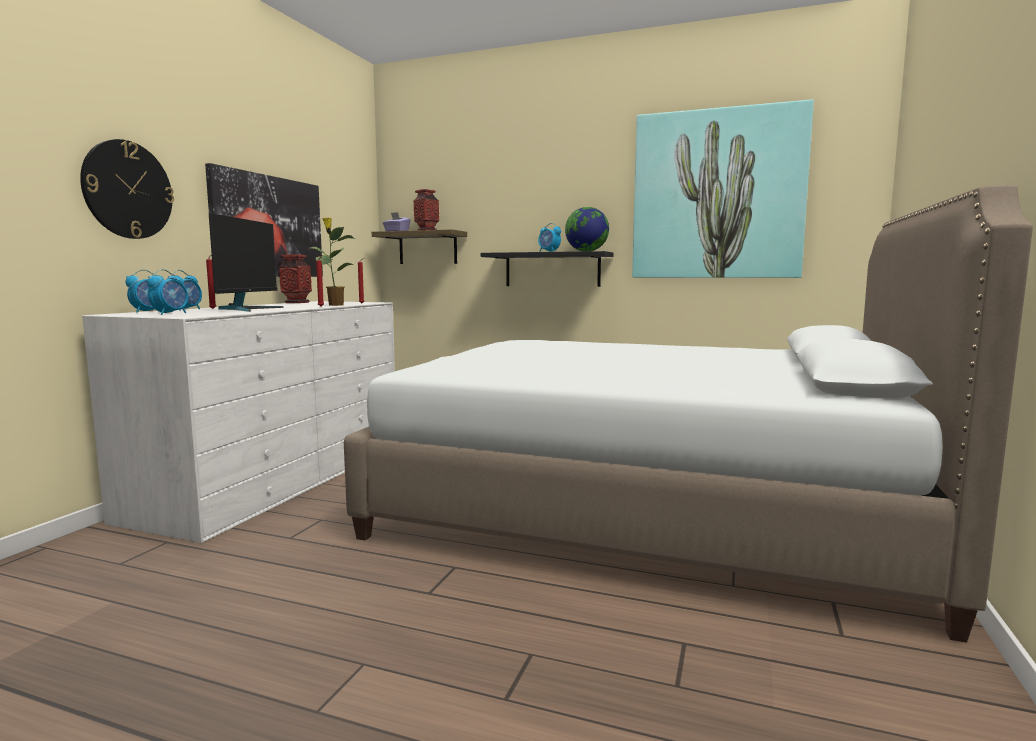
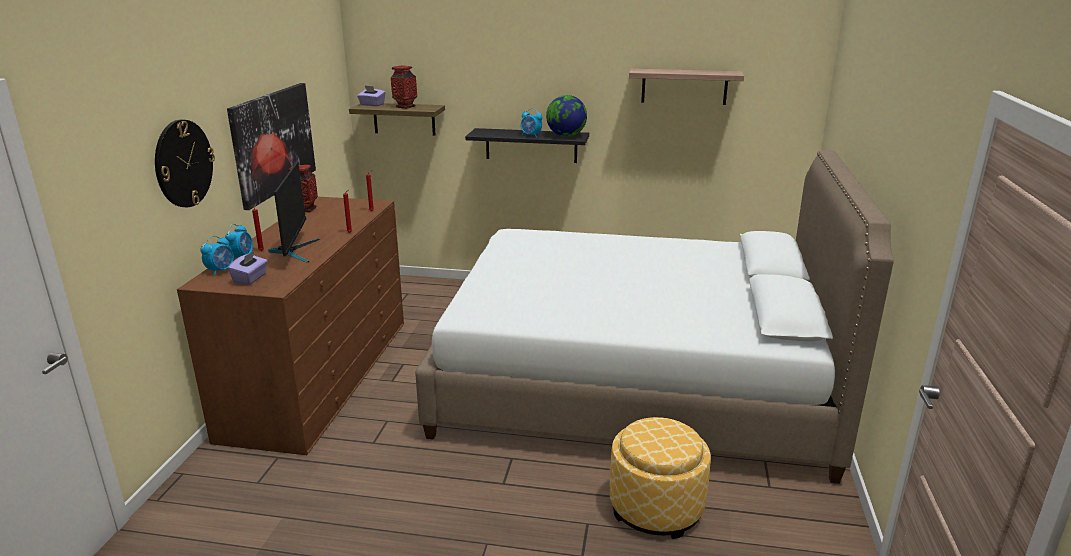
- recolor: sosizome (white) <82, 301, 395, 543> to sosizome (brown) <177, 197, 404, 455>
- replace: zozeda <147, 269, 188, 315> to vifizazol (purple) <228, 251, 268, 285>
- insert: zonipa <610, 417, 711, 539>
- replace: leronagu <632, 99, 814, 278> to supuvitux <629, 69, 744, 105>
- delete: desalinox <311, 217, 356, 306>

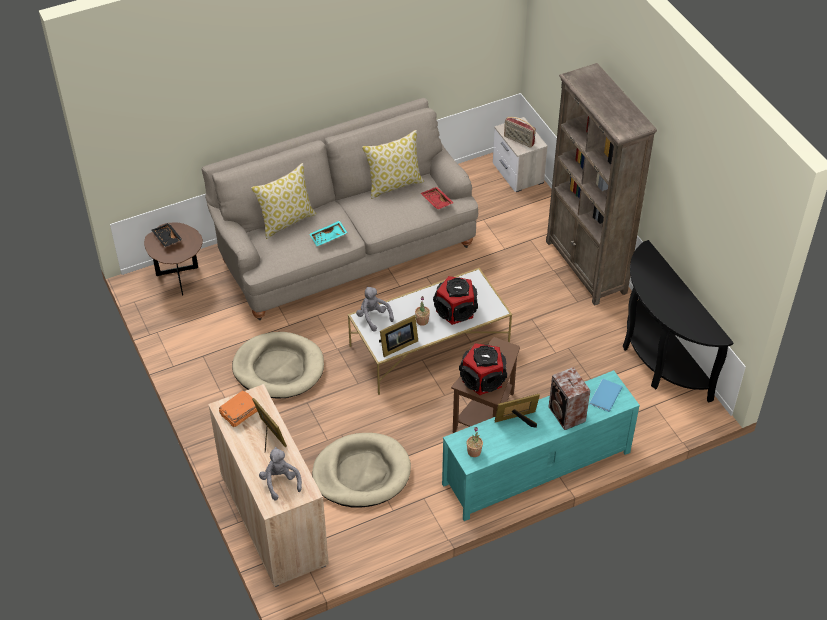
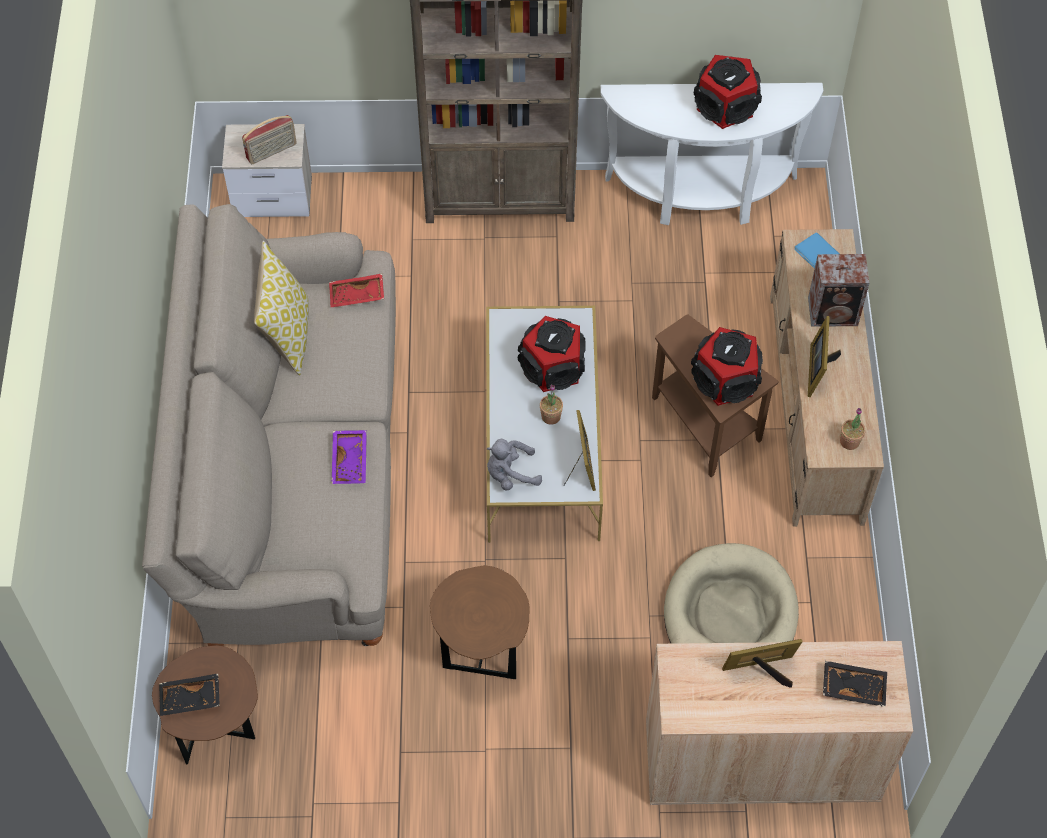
- recolor: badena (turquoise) <309, 221, 347, 246> to badena (purple) <332, 430, 367, 484>
- replace: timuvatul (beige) <232, 332, 324, 398> to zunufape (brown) <430, 565, 529, 679>
- recolor: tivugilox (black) <623, 240, 734, 403> to tivugilox (white) <600, 83, 823, 225>
- insert: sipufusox <694, 55, 762, 129>
- recolor: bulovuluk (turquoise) <442, 370, 640, 521> to bulovuluk (beige) <770, 229, 884, 526>
- replace: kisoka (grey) <259, 447, 302, 501> to badena (black) <823, 661, 887, 707>
- delete: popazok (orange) <219, 390, 257, 427>
- delete: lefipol <251, 163, 316, 239>

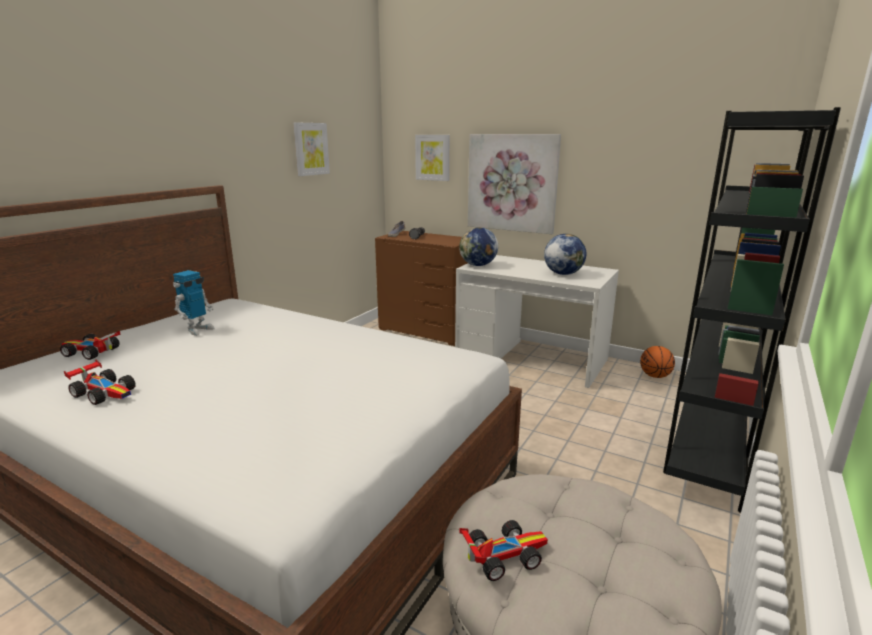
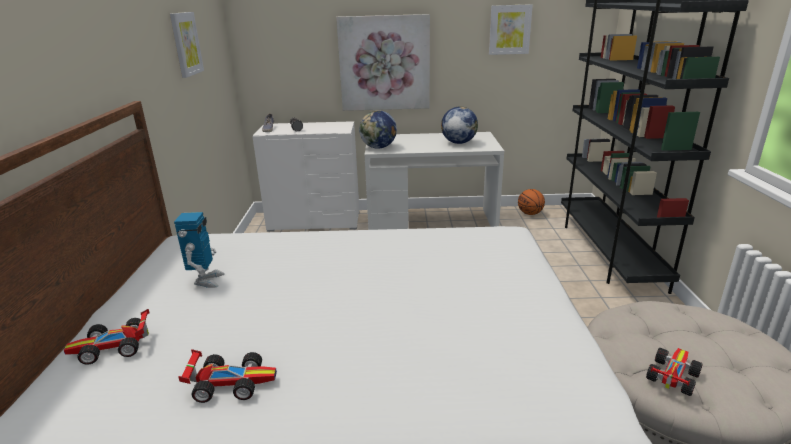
- recolor: sosizome (brown) <375, 231, 468, 346> to sosizome (white) <252, 121, 359, 232>
- move: leronagu <415, 135, 450, 181> to <489, 4, 533, 55>

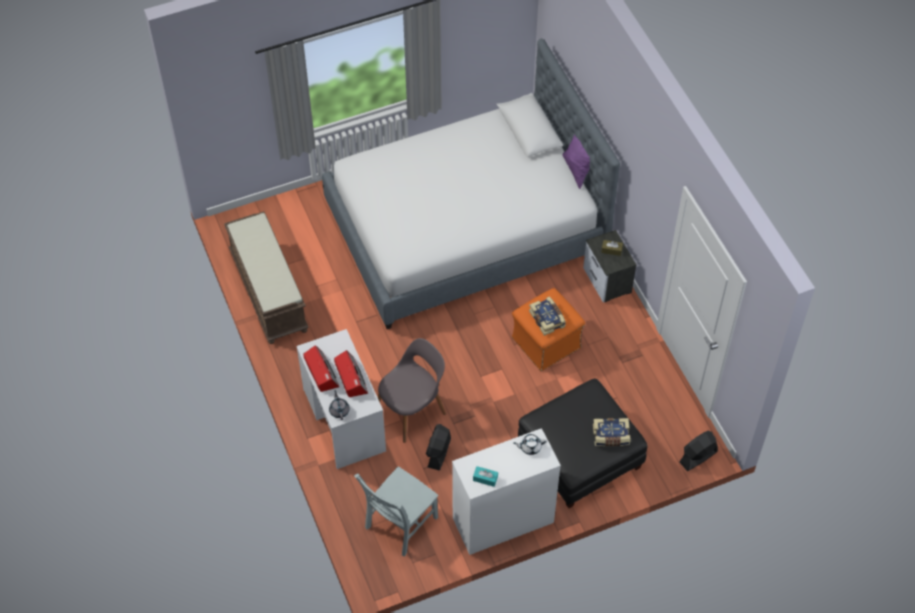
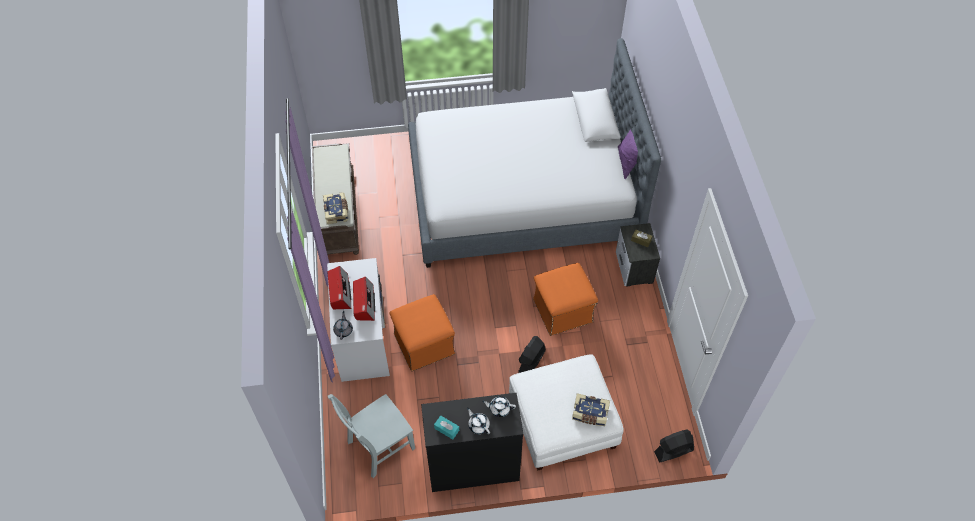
- move: popazok <529, 296, 566, 336> to <323, 192, 348, 224>
- replace: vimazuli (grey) <378, 338, 446, 443> to zonipa (orange) <389, 294, 455, 371>
- recolor: sosizome (white) <452, 428, 561, 555> to sosizome (black) <421, 393, 524, 492>
- insert: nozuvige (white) <467, 407, 490, 434>
- recolor: zonipa (black) <518, 378, 648, 508> to zonipa (white) <509, 354, 624, 471>
- move: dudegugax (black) <426, 424, 451, 471> to <518, 336, 546, 373>

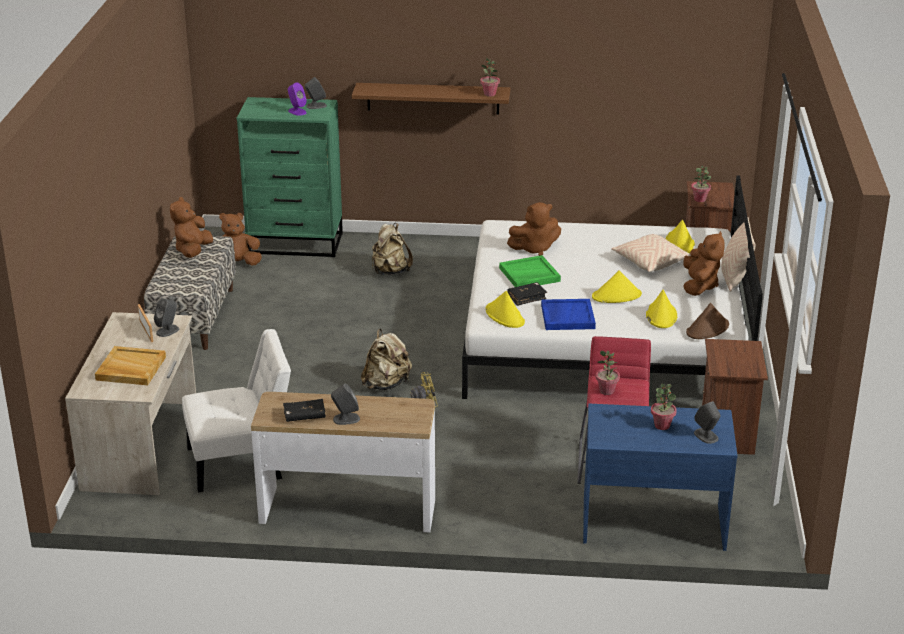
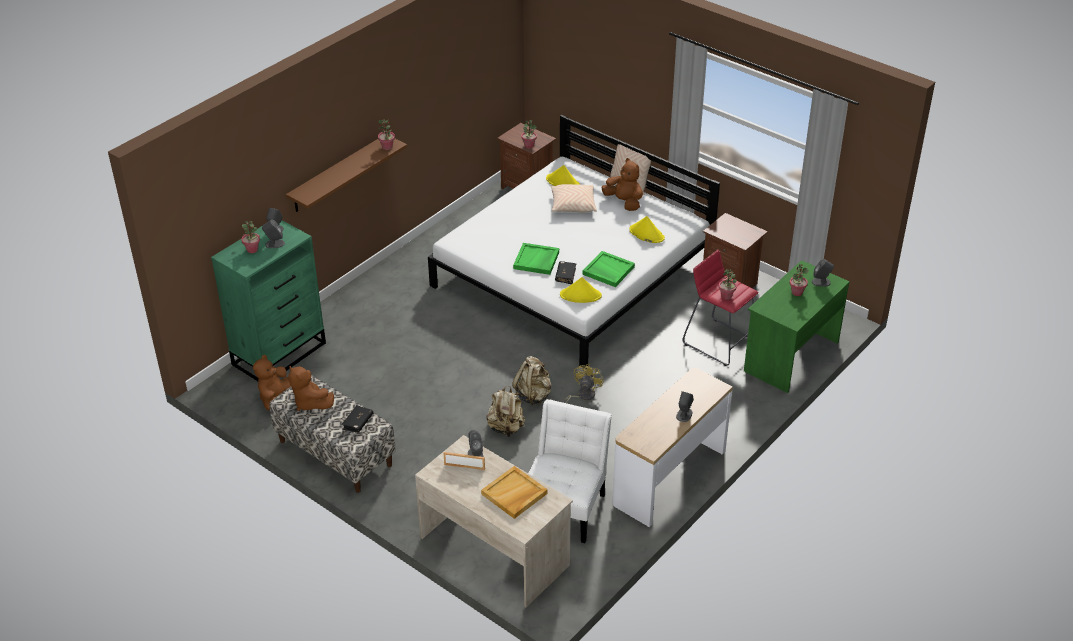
- insert: desalinox <241, 221, 260, 253>
- recolor: sipufusox (purple) <288, 83, 307, 116> to sipufusox (grey) <262, 219, 285, 248>
- move: popazok (black) <283, 399, 326, 422> to <341, 405, 373, 433>
- move: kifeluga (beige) <372, 223, 413, 275> to <487, 386, 525, 437>
- recolor: badena (blue) <541, 299, 596, 330> to badena (green) <582, 251, 635, 287>
- recolor: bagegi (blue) <583, 404, 738, 551> to bagegi (green) <744, 260, 850, 393>
- delete: kisoka (brown) <507, 202, 561, 256>
- delete: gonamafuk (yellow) <592, 270, 642, 303>
- delete: gonamafuk (brown) <686, 303, 729, 339>

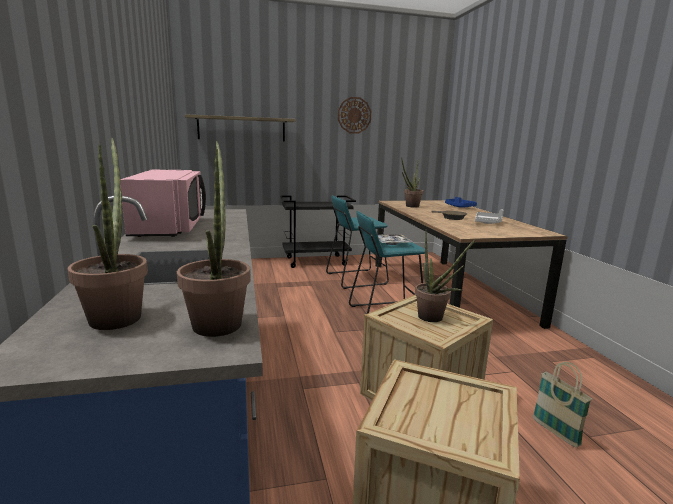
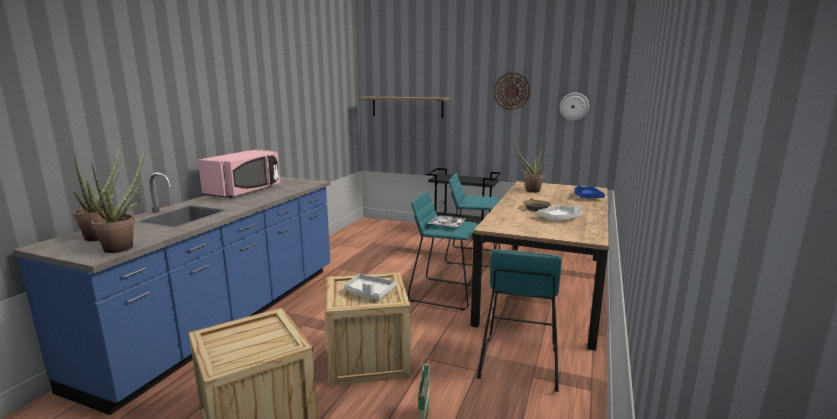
- replace: desalinox <415, 233, 476, 322> to badena (grey) <345, 274, 396, 300>
- insert: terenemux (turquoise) <477, 249, 562, 392>
- insert: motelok <560, 92, 589, 121>

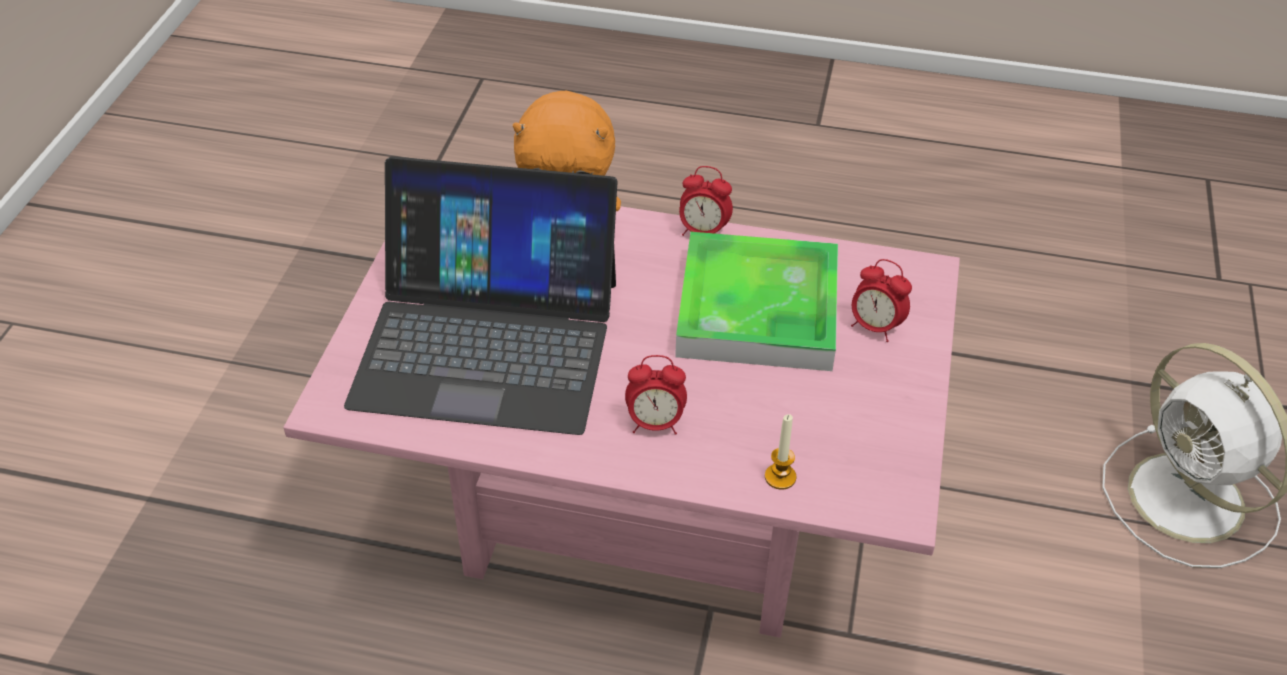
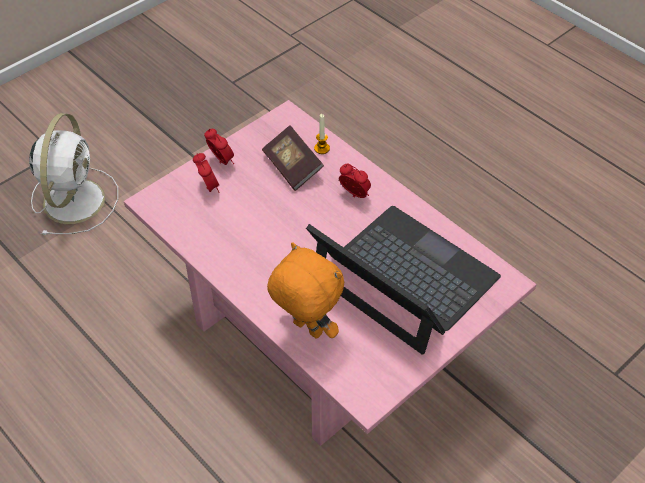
- move: zozeda <679, 166, 733, 236> to <204, 129, 234, 165>
- insert: popazok <262, 126, 324, 191>
- delete: badena <675, 232, 838, 371>

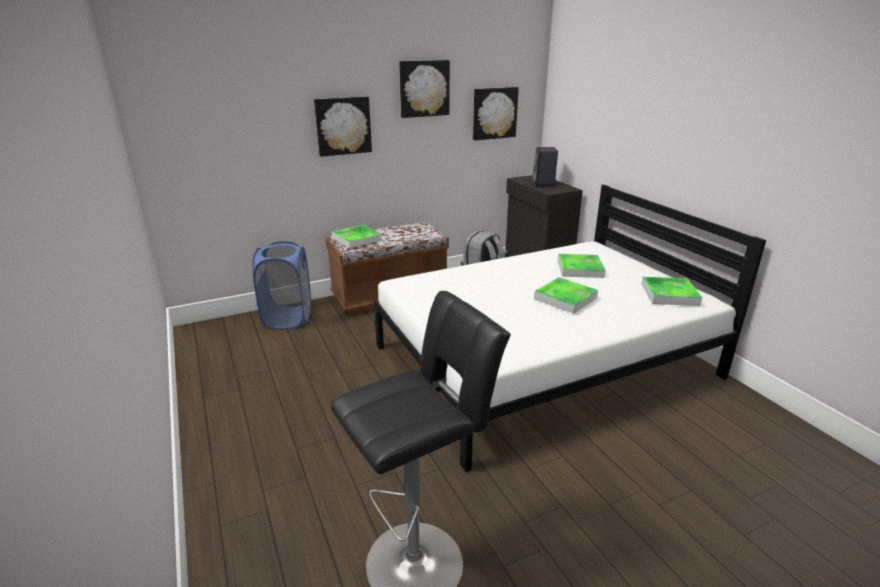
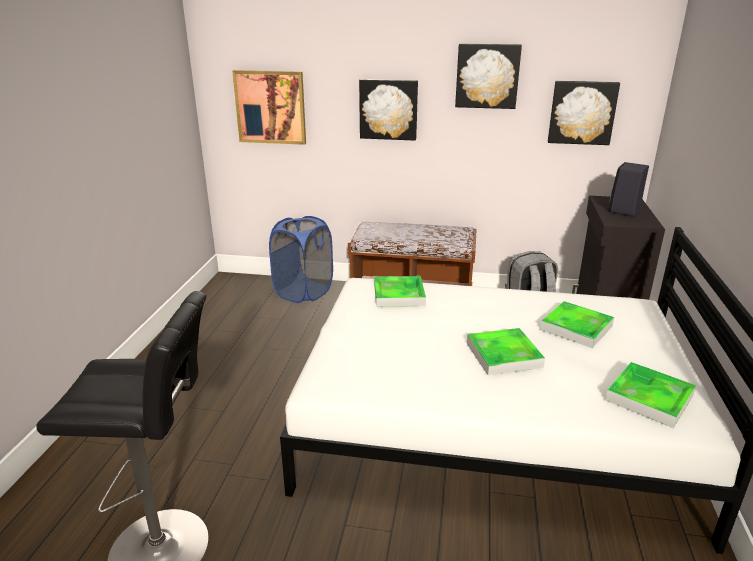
- insert: leronagu <232, 70, 306, 145>
- move: badena <332, 225, 382, 249> to <374, 276, 426, 307>

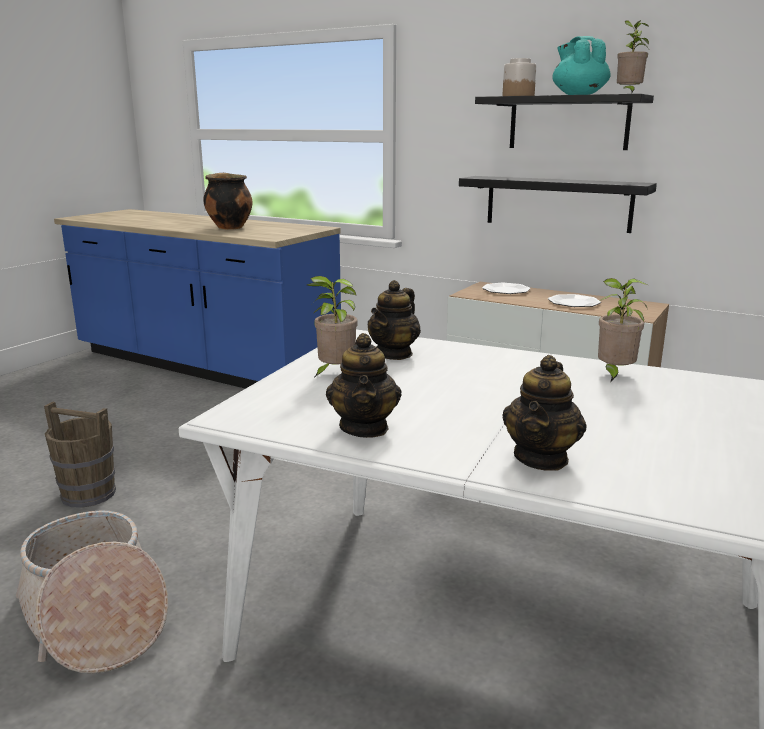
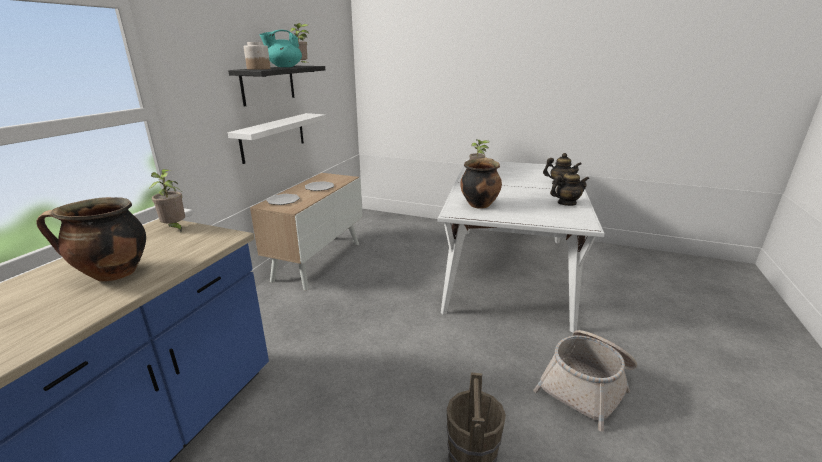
- move: desalinox <307, 276, 358, 378> to <149, 169, 185, 232>
- recolor: supuvitux (black) <459, 176, 657, 233> to supuvitux (white) <228, 113, 326, 164>
- replace: nozuvige <368, 280, 421, 360> to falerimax <460, 157, 502, 208>

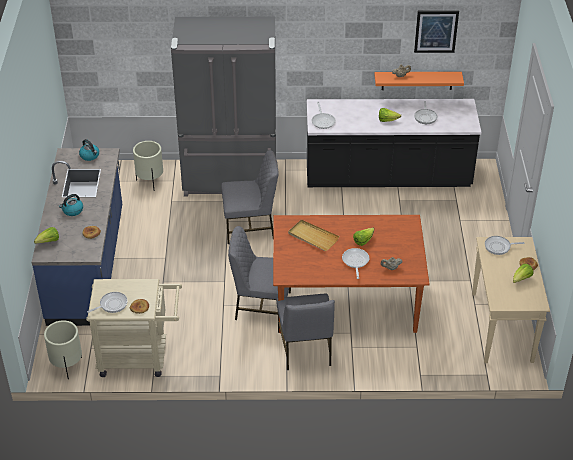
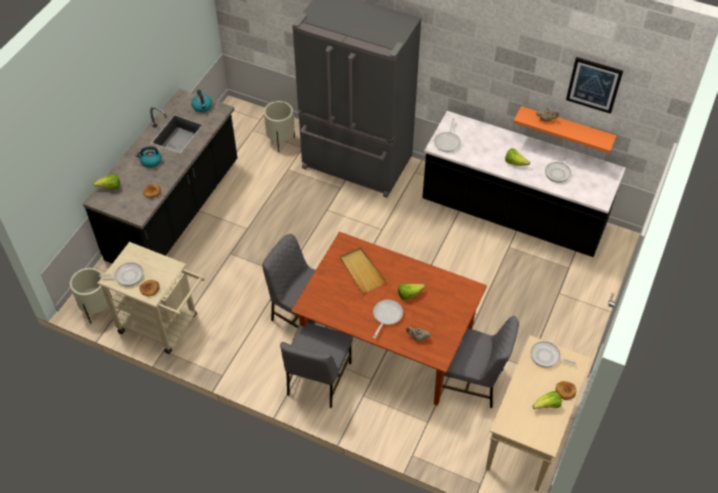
- recolor: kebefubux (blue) <32, 148, 122, 326> to kebefubux (black) <83, 89, 237, 263>
- move: vimazuli (grey) <221, 150, 279, 244> to <442, 316, 519, 408>

